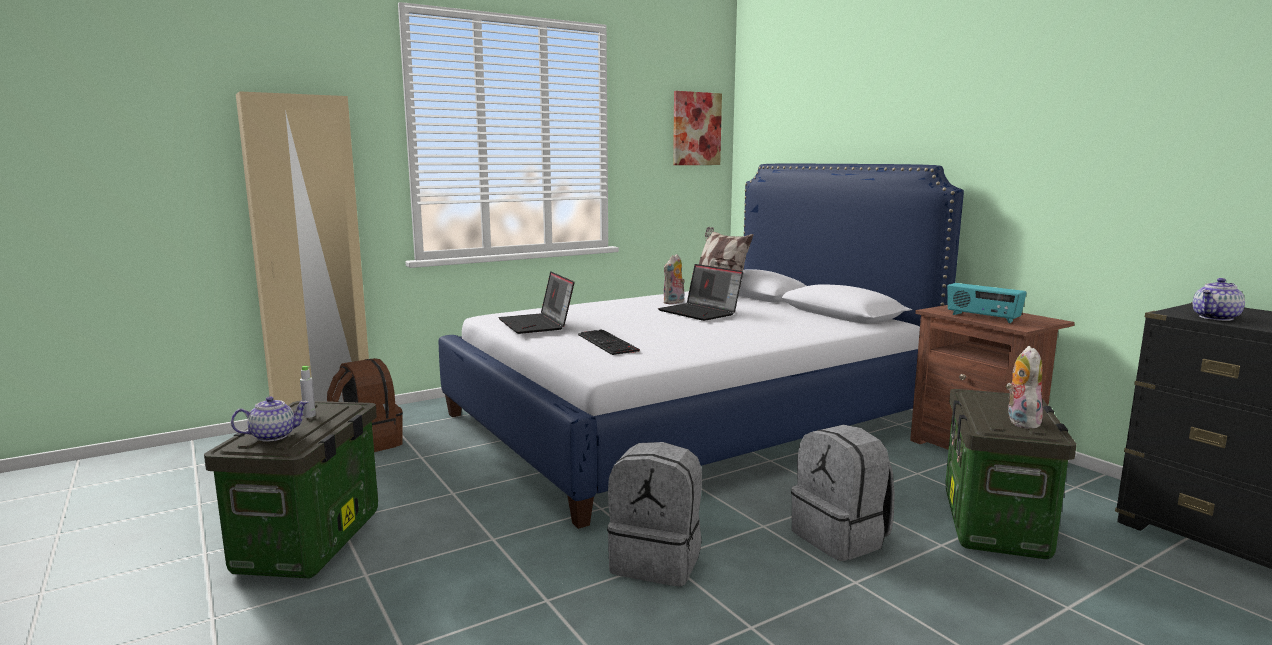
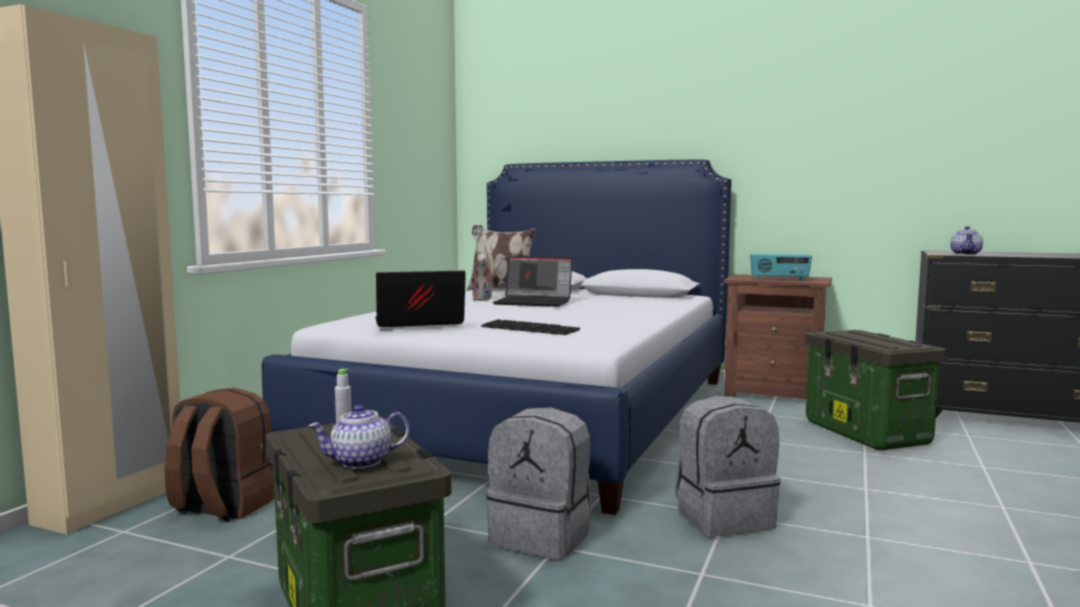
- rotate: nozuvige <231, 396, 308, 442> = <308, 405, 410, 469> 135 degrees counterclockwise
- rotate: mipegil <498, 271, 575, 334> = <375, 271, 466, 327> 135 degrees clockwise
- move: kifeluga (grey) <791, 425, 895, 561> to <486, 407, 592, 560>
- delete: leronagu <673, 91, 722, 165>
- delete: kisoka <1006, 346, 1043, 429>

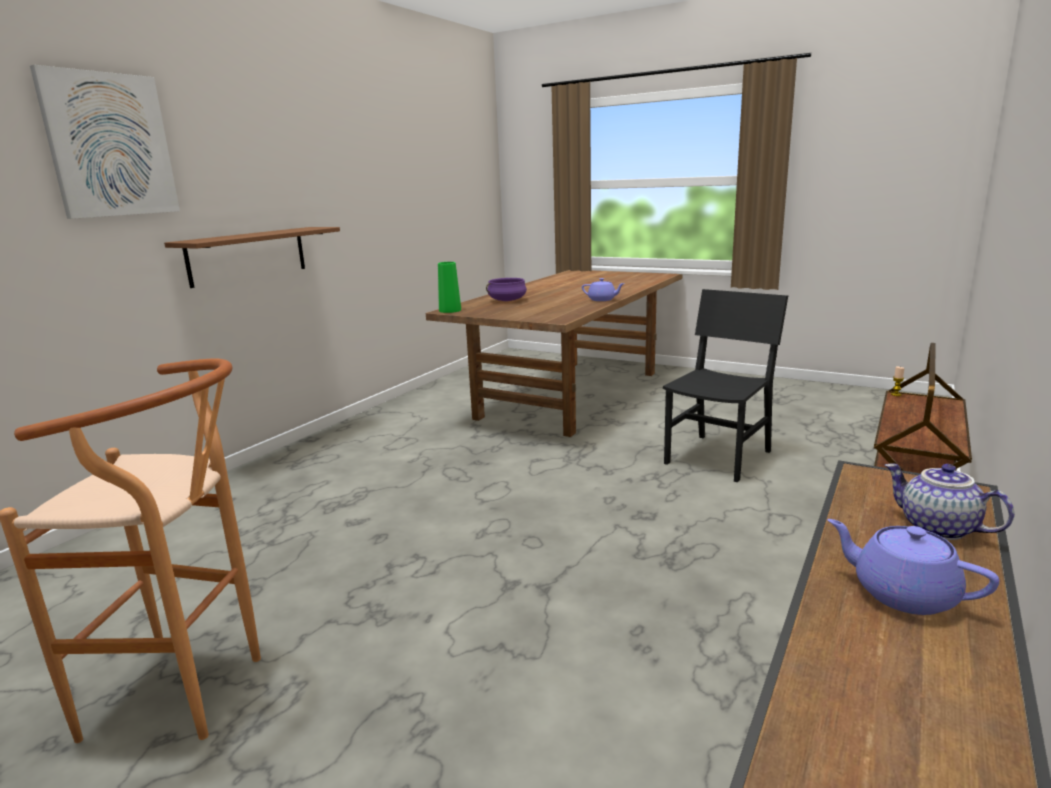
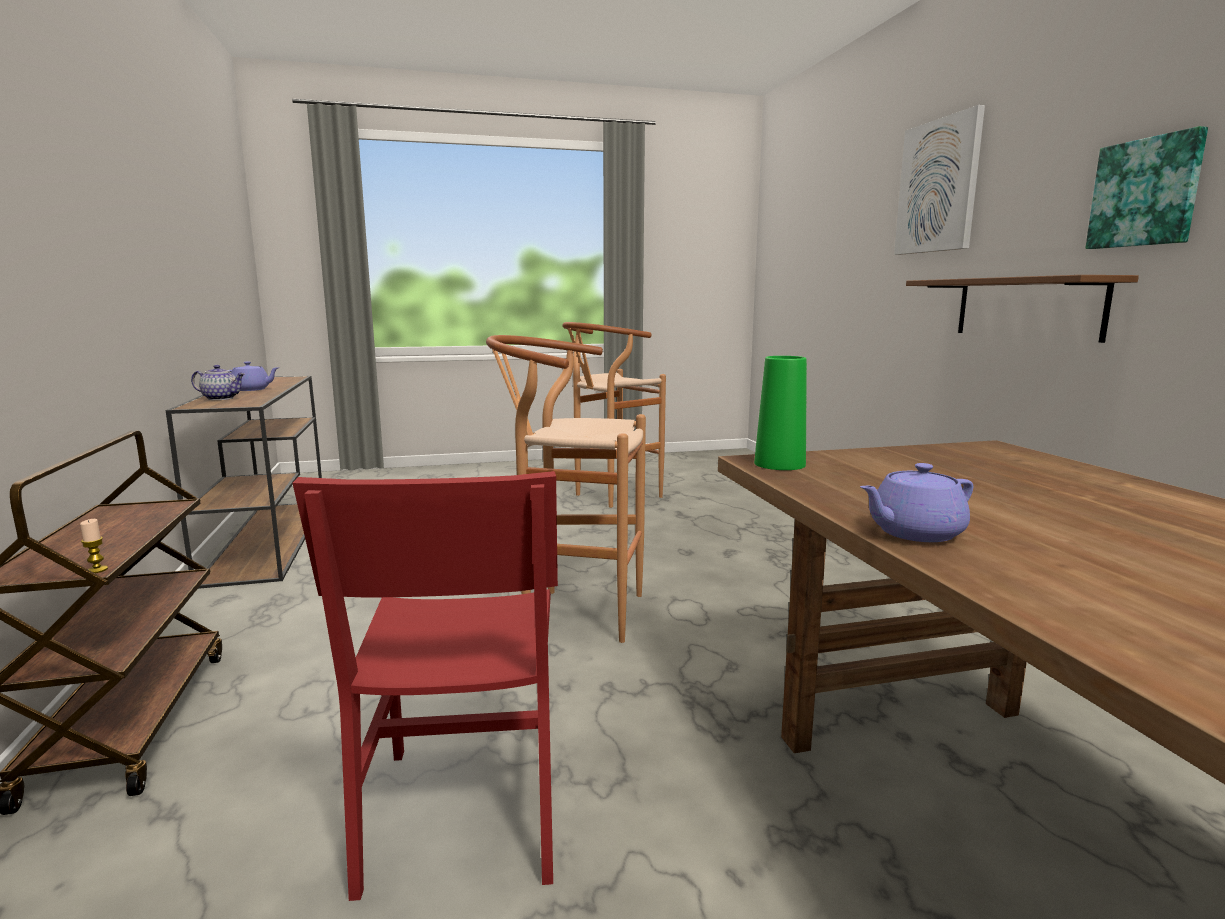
- recolor: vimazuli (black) <663, 289, 788, 483> to vimazuli (red) <292, 471, 558, 901>
- insert: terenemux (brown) <486, 335, 646, 643>
- move: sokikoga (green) <438, 262, 461, 313> to <754, 356, 807, 470>
- insert: leronagu <1085, 126, 1208, 249>
- delete: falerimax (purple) <486, 278, 527, 301>

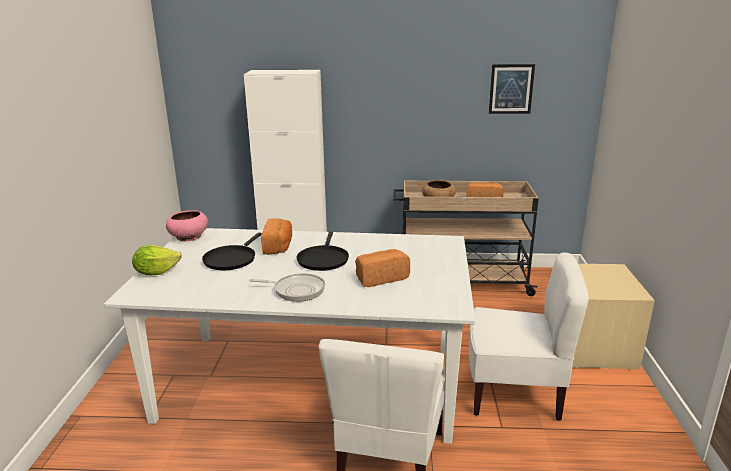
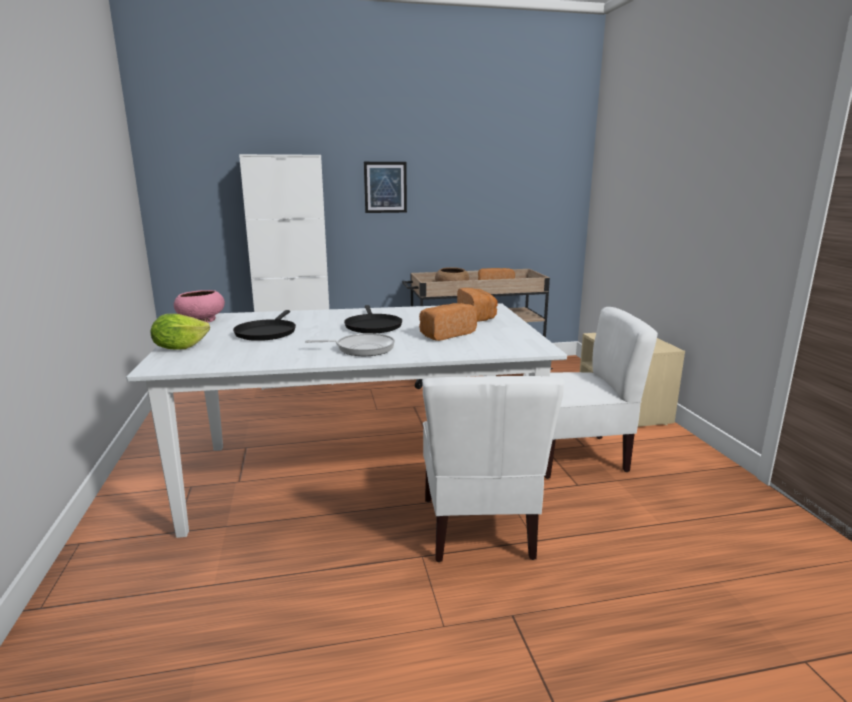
- move: leronagu <489, 64, 535, 114> to <364, 162, 407, 213>
- move: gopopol <261, 218, 292, 255> to <457, 288, 497, 322>

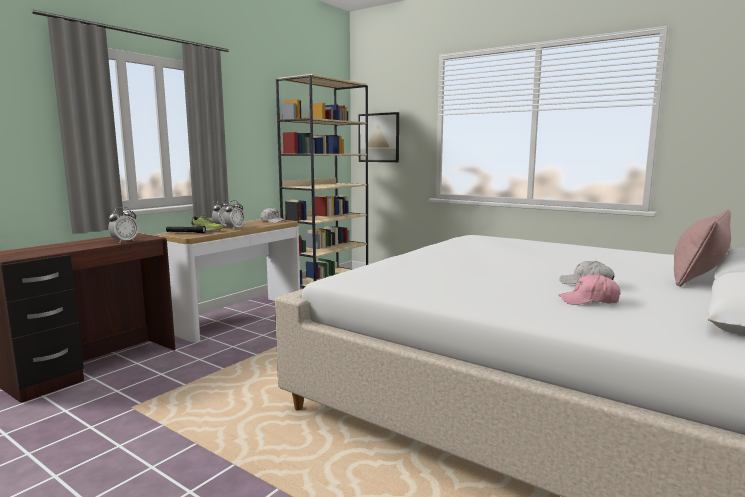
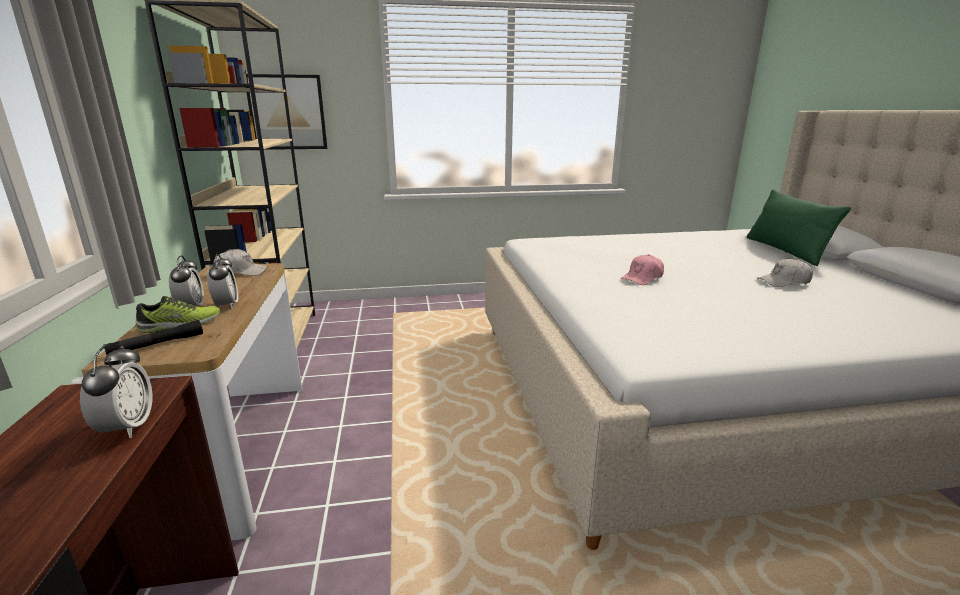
- move: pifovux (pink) <559, 274, 621, 305> to <621, 254, 664, 285>
- recolor: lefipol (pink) <674, 209, 731, 287> to lefipol (green) <747, 189, 851, 266>

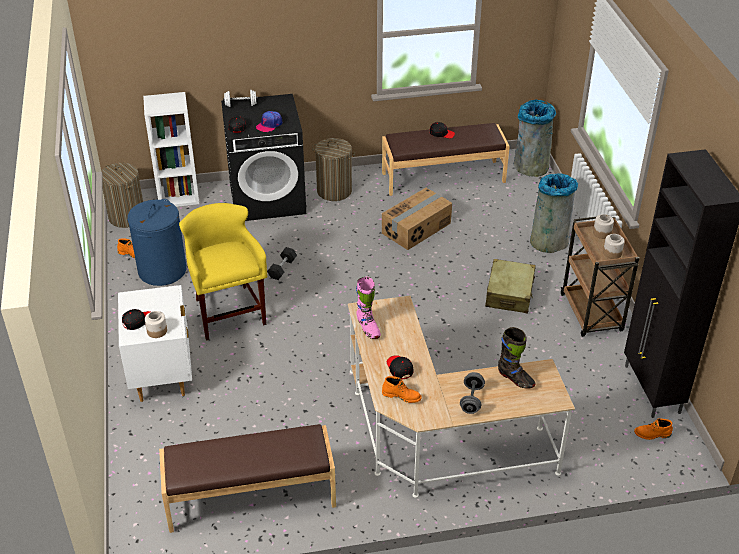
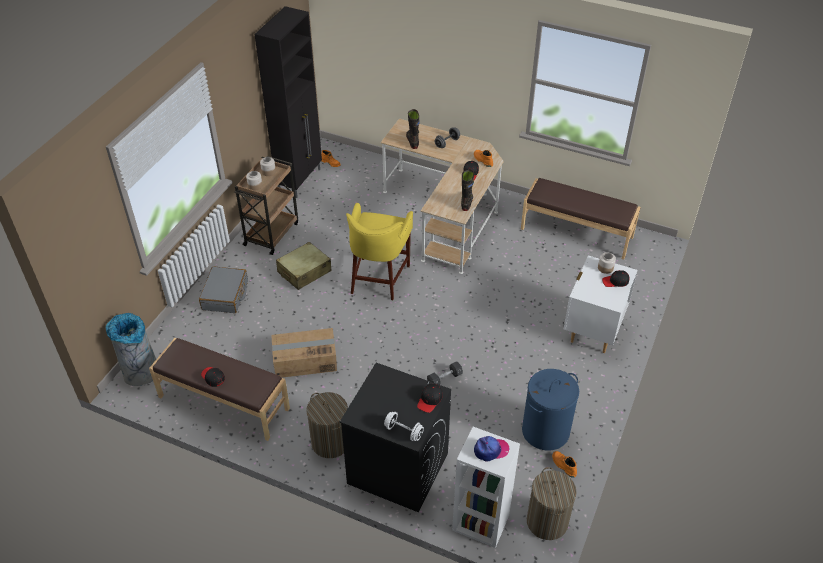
- replace: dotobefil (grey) <530, 173, 578, 253> to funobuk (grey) <199, 266, 248, 313>
- move: terenemux (yellow) <179, 203, 267, 341> to <346, 203, 413, 300>
- recolor: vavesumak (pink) <356, 277, 381, 339> to vavesumak (black) <461, 170, 474, 211>
- move: pifovux <256, 111, 282, 133> to <474, 436, 510, 462>

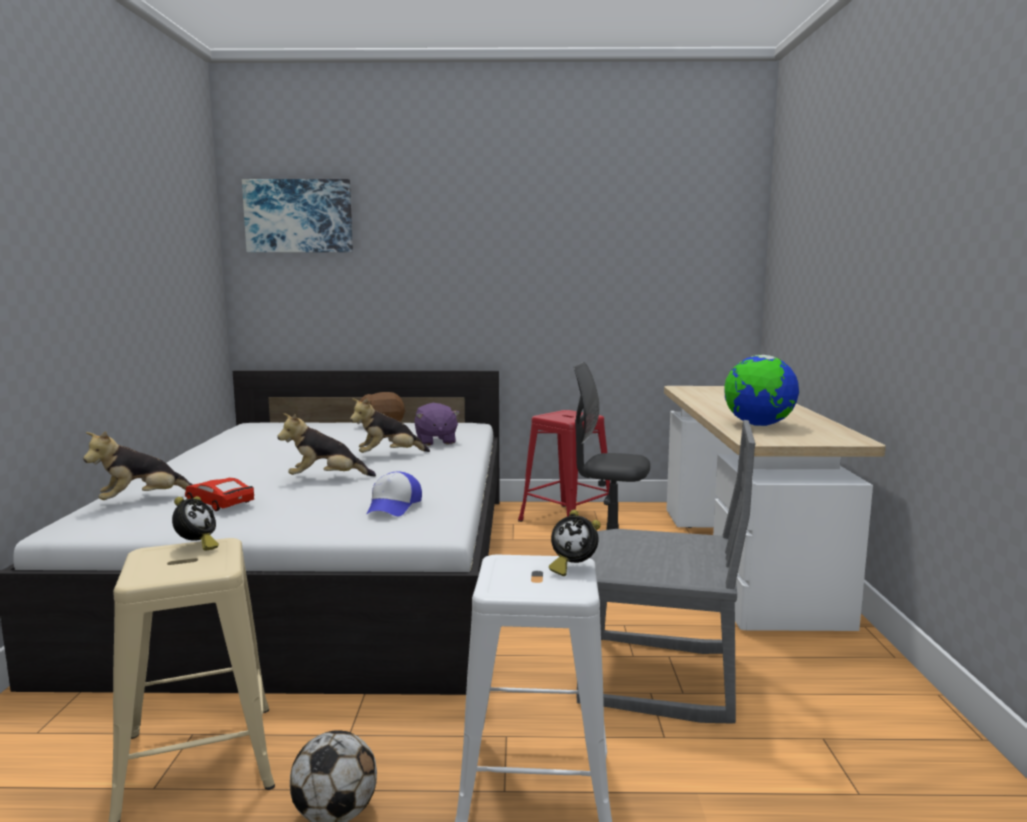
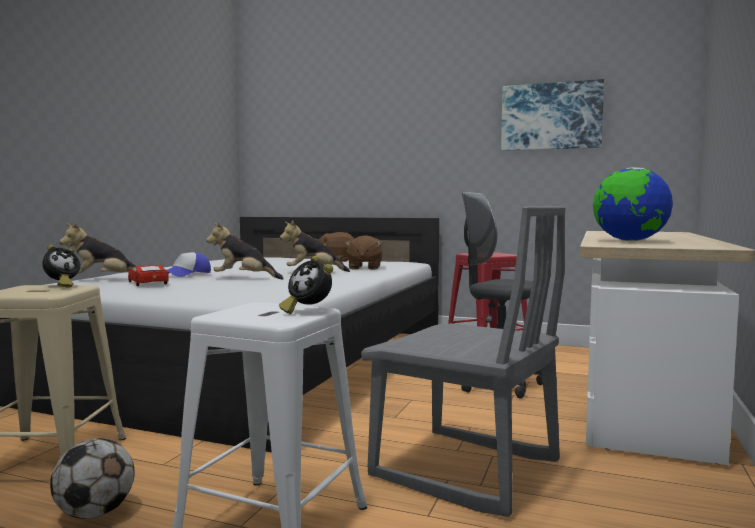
- move: pifovux <366, 472, 422, 516> to <167, 252, 211, 277>
- recolor: kisoka (purple) <414, 403, 460, 446> to kisoka (brown) <345, 235, 382, 270>
- move: leronagu <242, 179, 353, 253> to <501, 79, 604, 151>

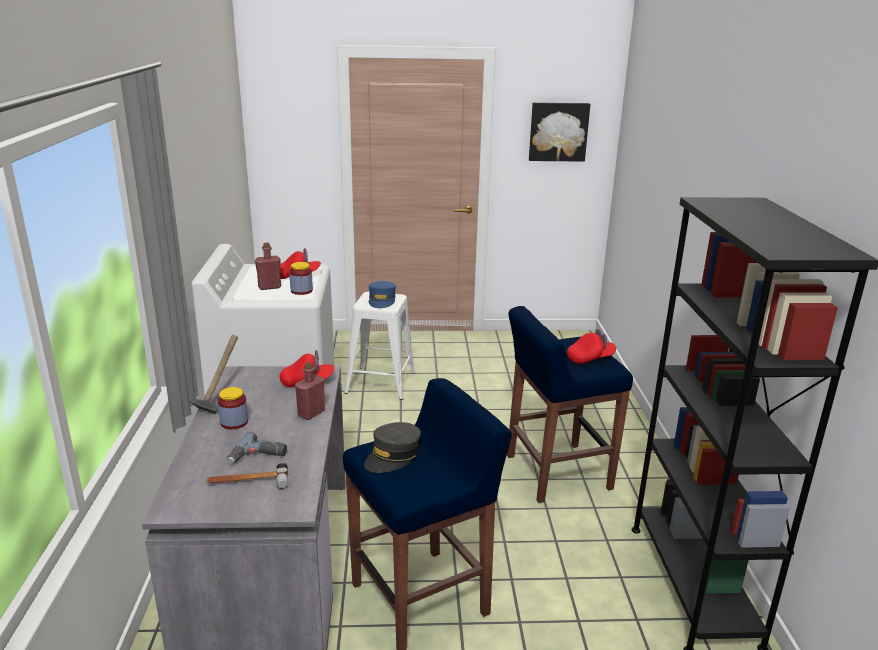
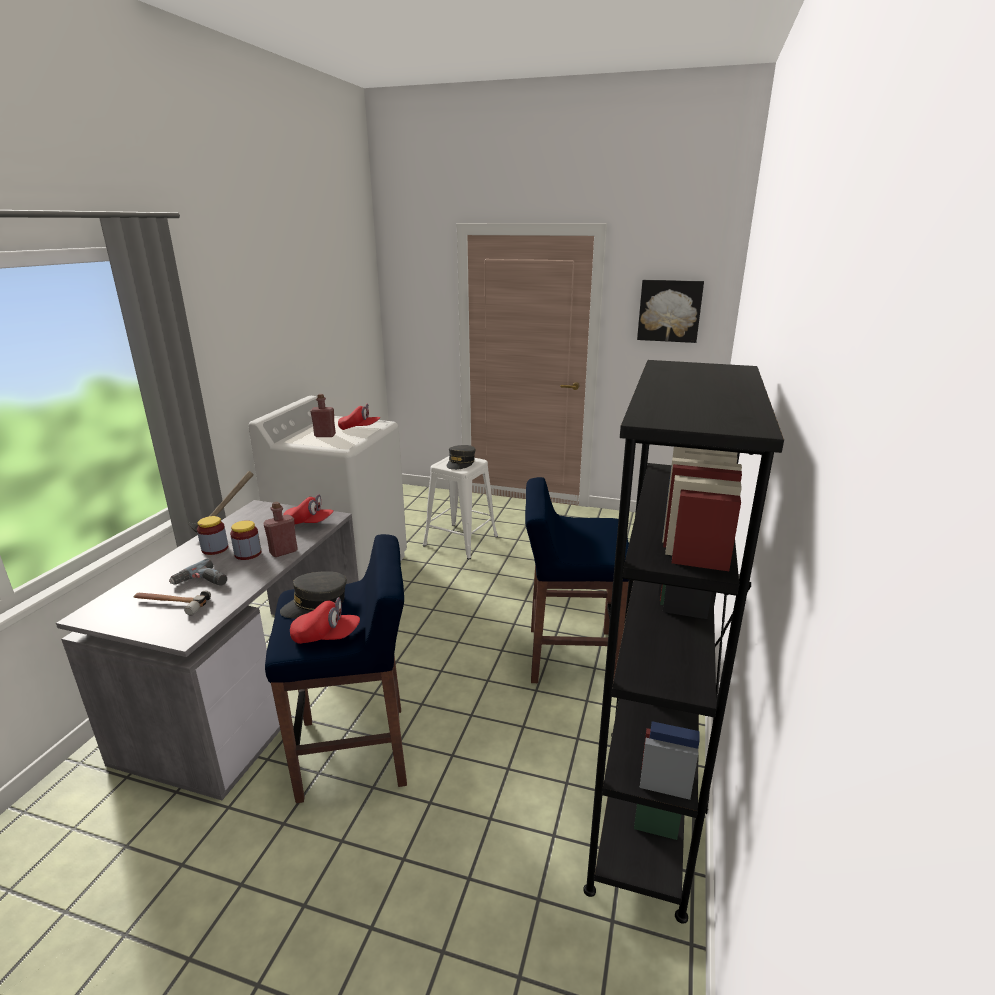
- move: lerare <289, 262, 313, 295> to <230, 520, 261, 560>
- move: pifovux (red) <567, 329, 616, 364> to <290, 597, 360, 644>
- recolor: pifovux (blue) <369, 281, 396, 308> to pifovux (grey) <447, 445, 476, 470>

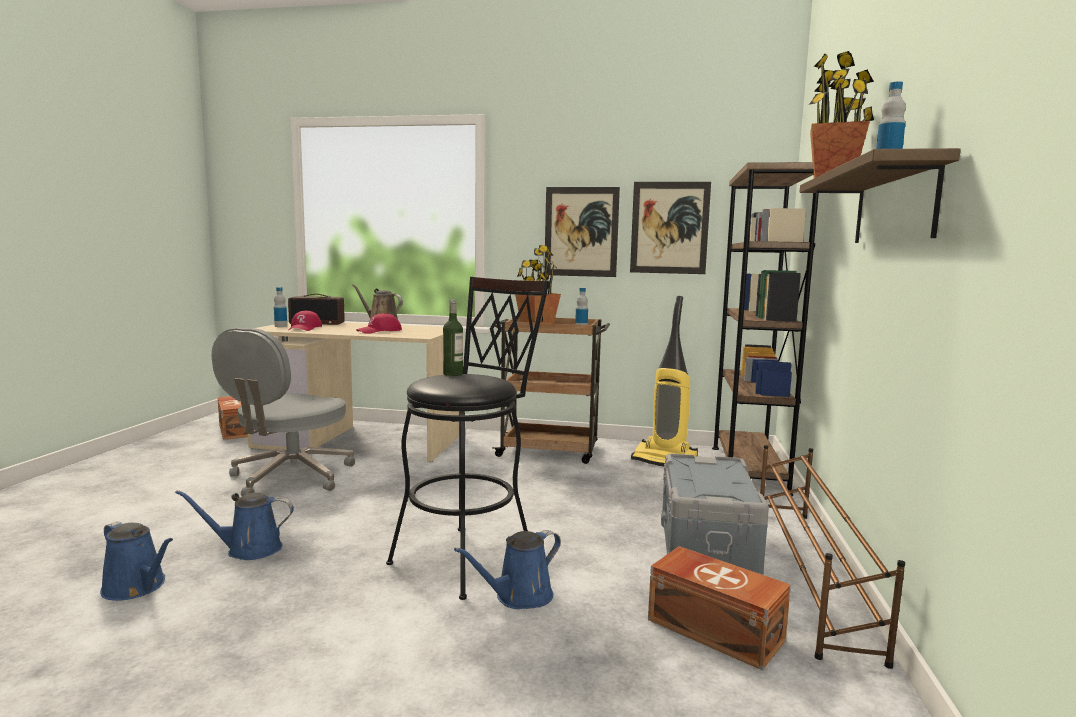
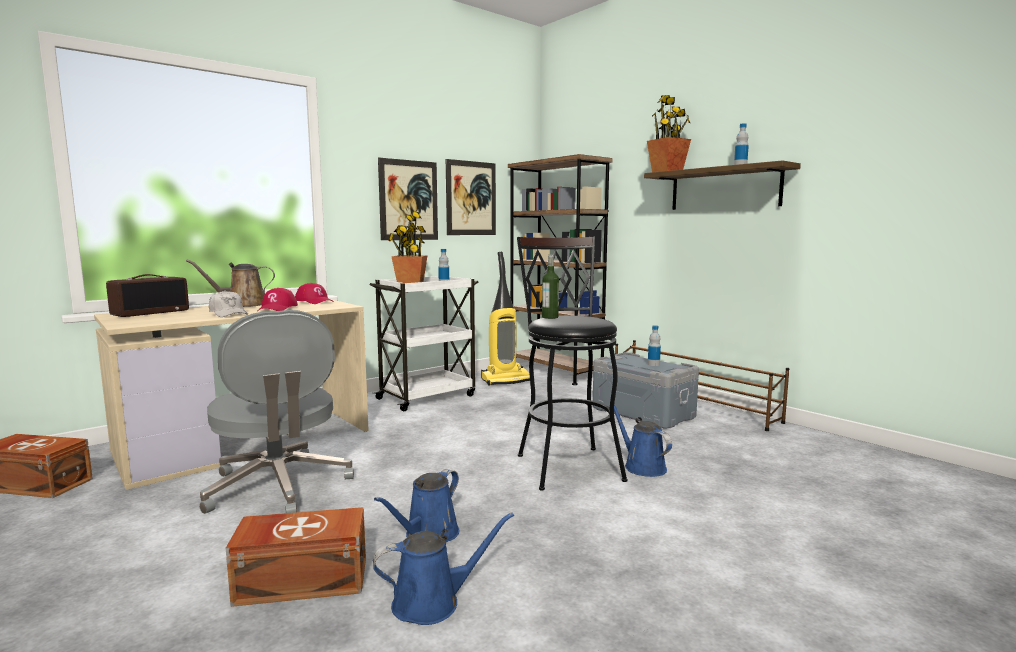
- insert: pifovux (white) <209, 290, 248, 317>
- move: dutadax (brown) <648, 546, 791, 670> to <226, 507, 366, 607>
- move: pifovux (red) <289, 310, 322, 331> to <295, 283, 334, 304>
- recolor: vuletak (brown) <492, 316, 610, 464> to vuletak (white) <370, 276, 478, 411>
- rotate: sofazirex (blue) <454, 530, 561, 609> = <614, 405, 672, 477> 150 degrees clockwise
- move: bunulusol <274, 287, 287, 327> to <648, 325, 661, 366>

